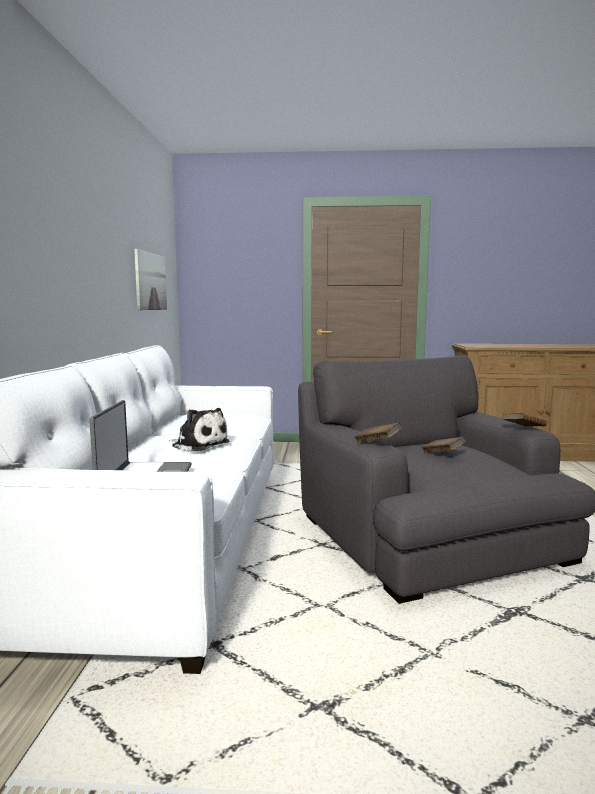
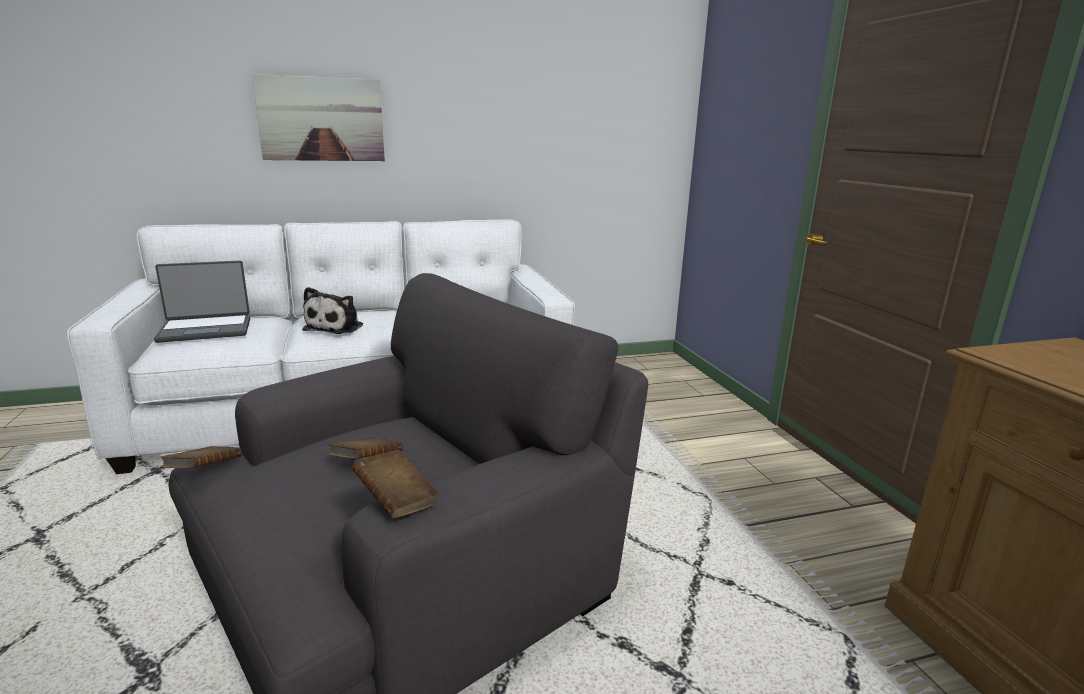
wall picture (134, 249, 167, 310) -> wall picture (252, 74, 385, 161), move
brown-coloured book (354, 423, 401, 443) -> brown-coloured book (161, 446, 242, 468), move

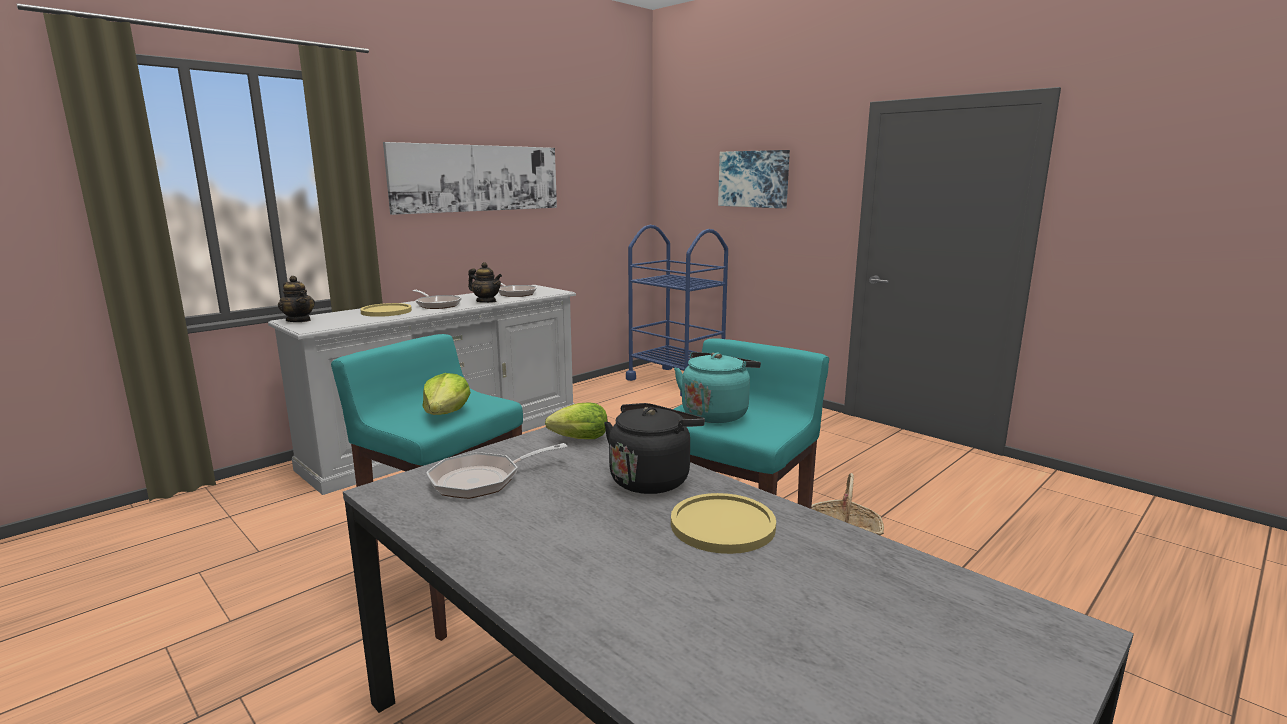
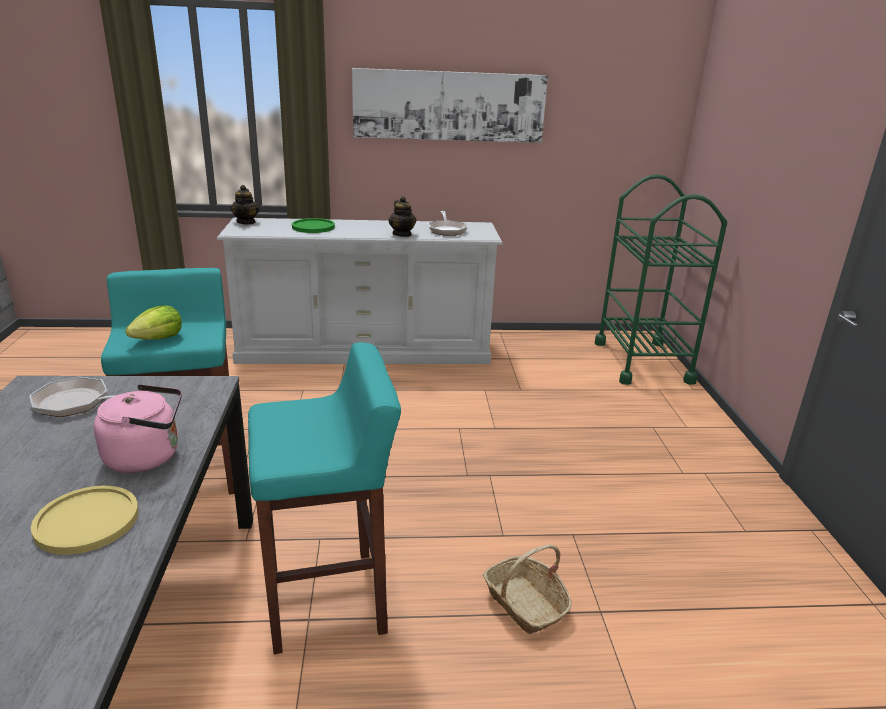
wall picture (718, 150, 790, 208) -> none
blue-coloured cart (626, 225, 728, 396) -> green-coloured cart (594, 174, 727, 385)
frying pan (412, 290, 462, 309) -> none
yellow flat dish (360, 303, 412, 317) -> green-coloured flat dish (292, 218, 335, 233)
turquoise kettle (674, 352, 761, 423) -> none
lettuce (545, 402, 607, 439) -> none
black kettle (604, 403, 705, 494) -> pink-coloured kettle (93, 384, 182, 473)

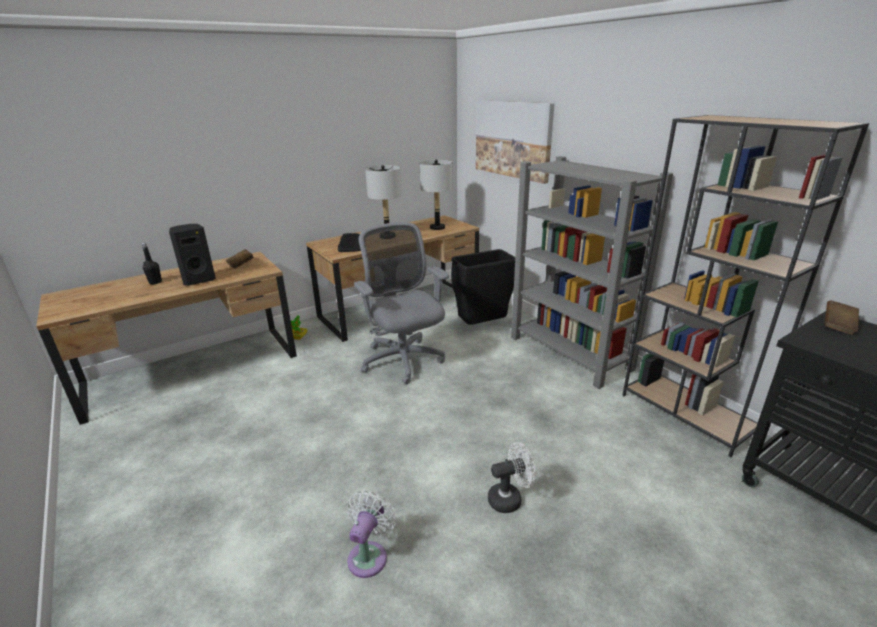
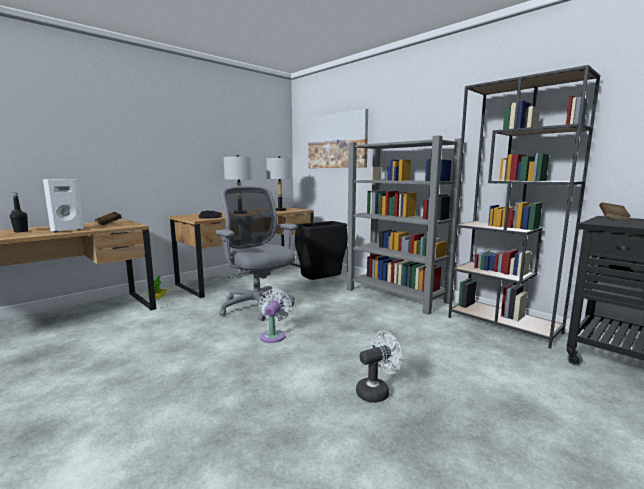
black speaker (169, 224, 216, 286) -> whitish speaker (43, 179, 84, 232)
whitish electric fan (347, 491, 396, 578) -> whitish electric fan (259, 289, 292, 343), move

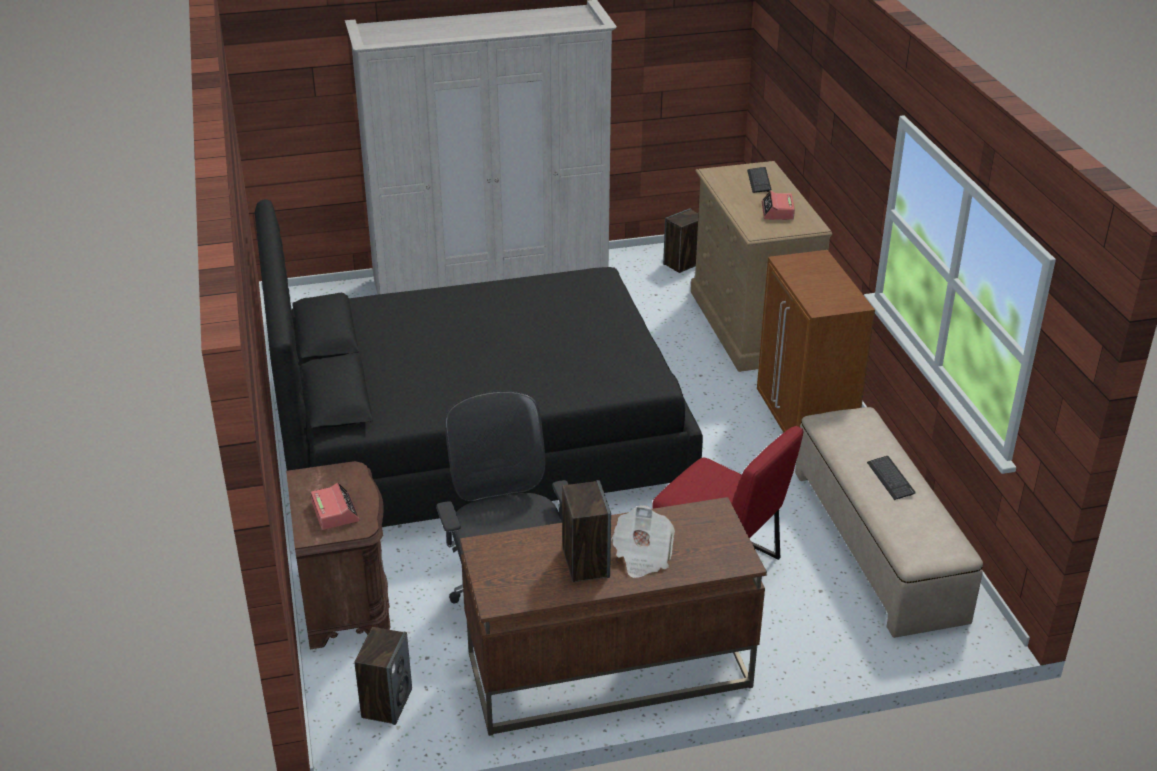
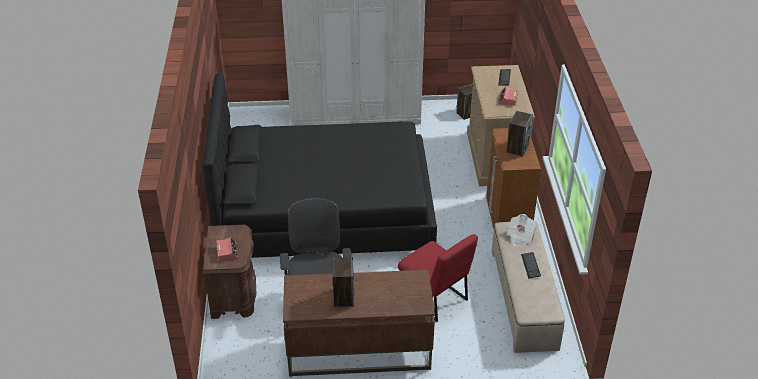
newspaper (611, 505, 675, 578) -> newspaper (507, 214, 537, 246), move
speaker (354, 627, 412, 725) -> speaker (506, 111, 533, 157), move

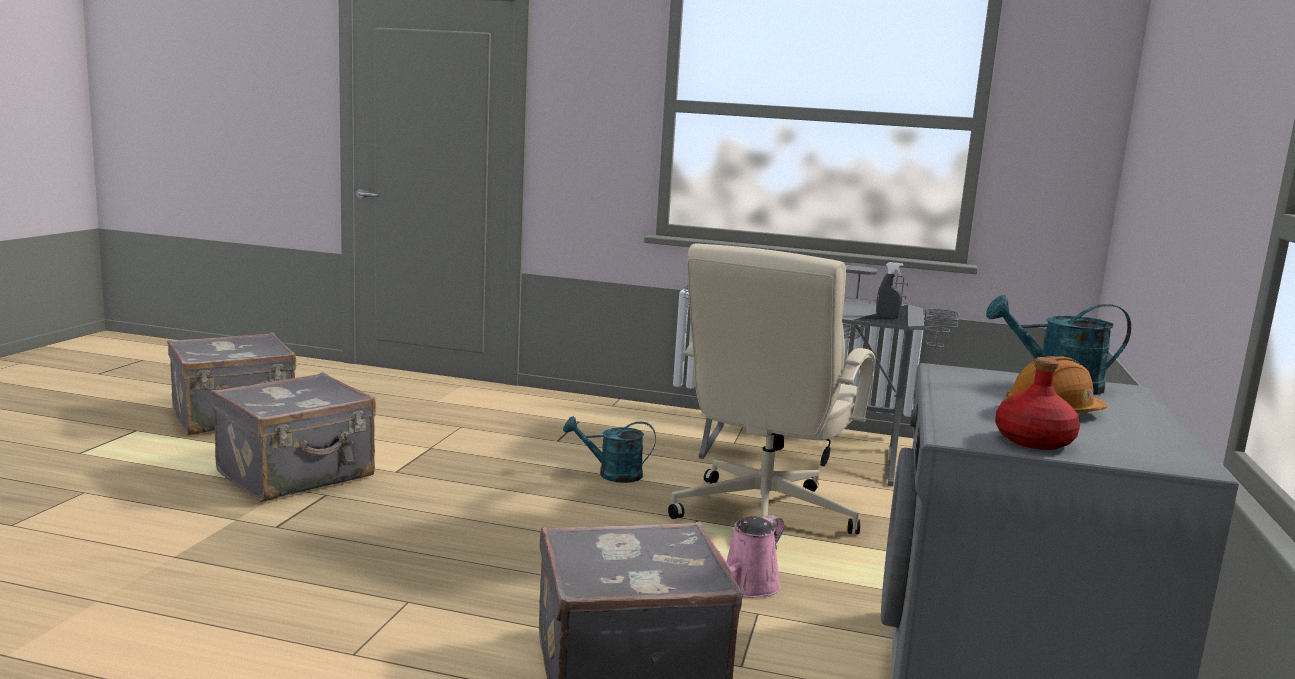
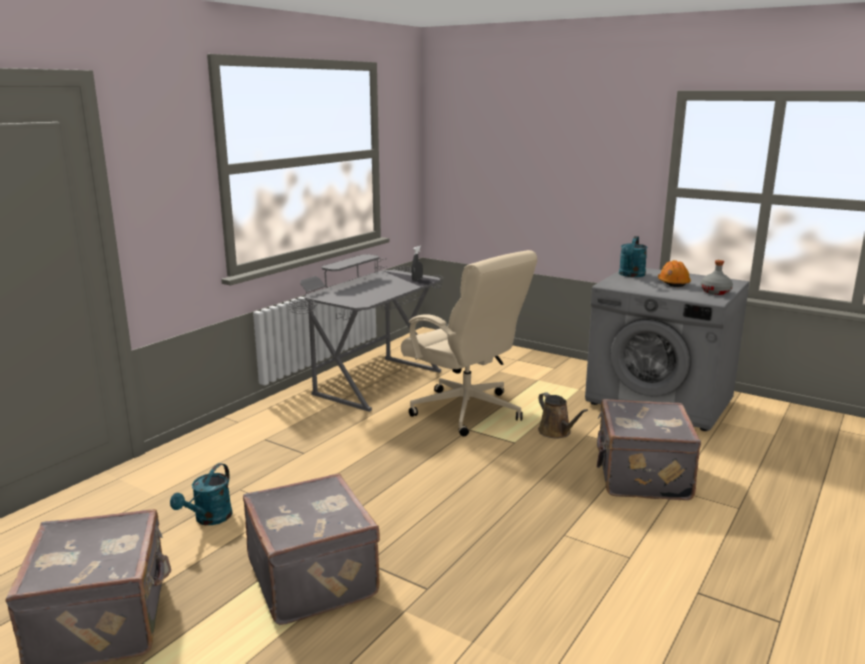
red-coloured beverage bottle (995, 357, 1080, 450) -> grey beverage bottle (701, 260, 733, 295)
turquoise watering pot (563, 416, 656, 483) -> turquoise watering pot (170, 463, 233, 525), move
pink-coloured watering pot (710, 515, 784, 598) -> brown-coloured watering pot (538, 392, 588, 438)

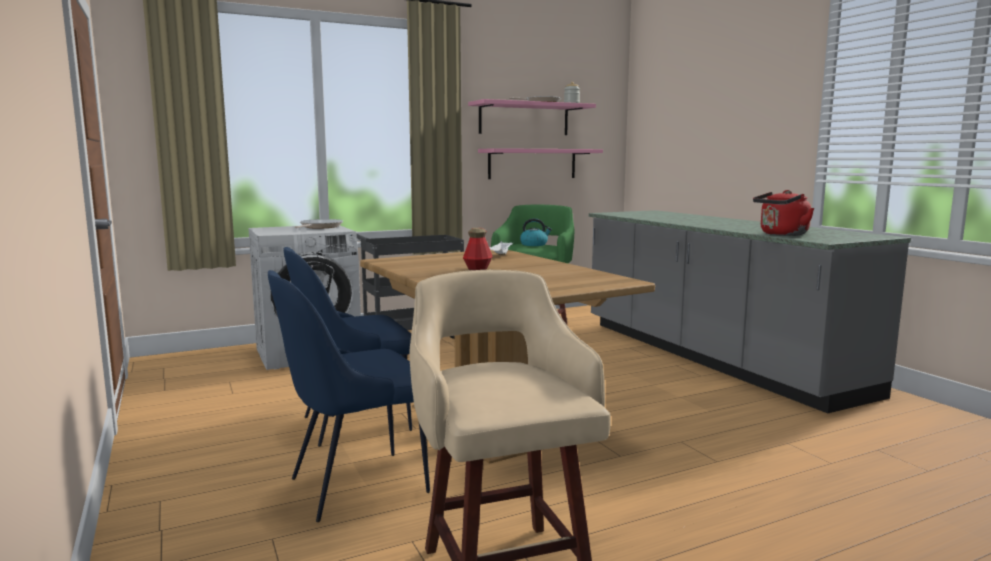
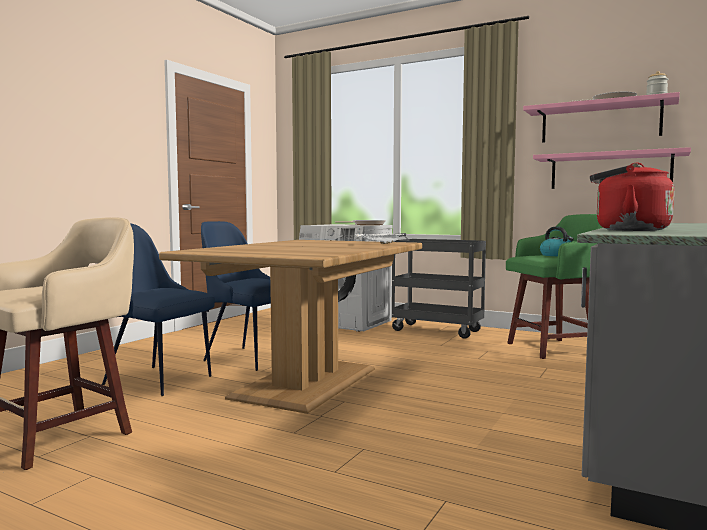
beverage bottle (463, 228, 493, 270) -> none

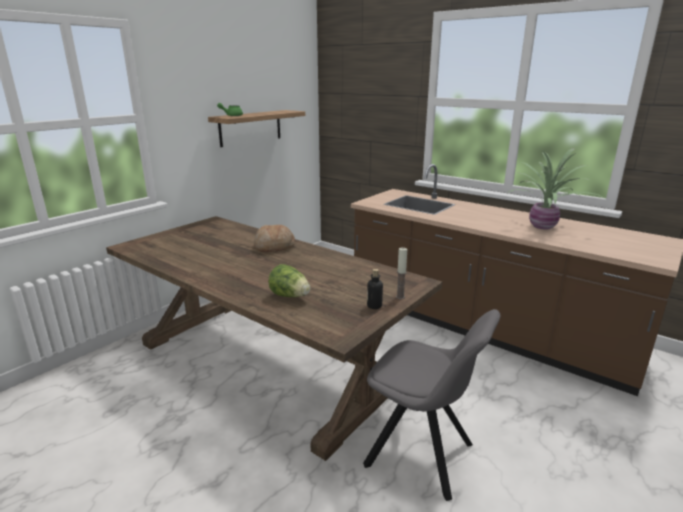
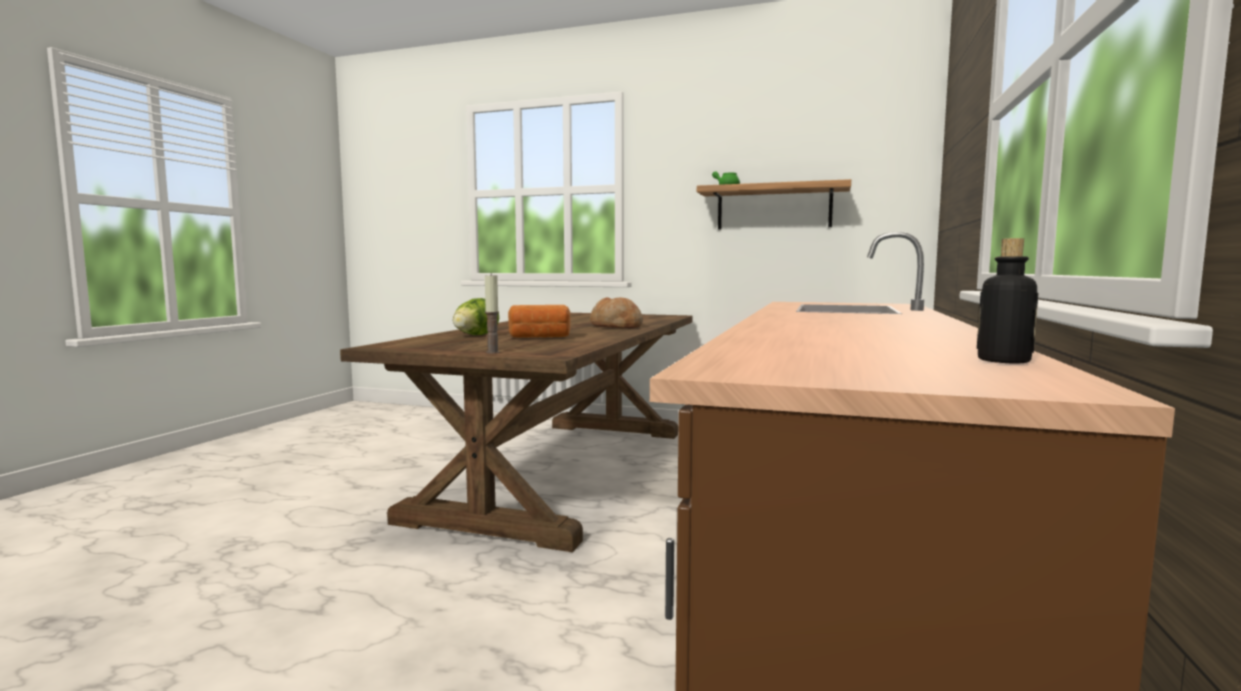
potted plant (507, 149, 607, 230) -> none
beverage bottle (367, 269, 383, 309) -> beverage bottle (977, 238, 1039, 364), move
grey plain chair (363, 309, 501, 501) -> none
none -> bread (508, 305, 571, 338)

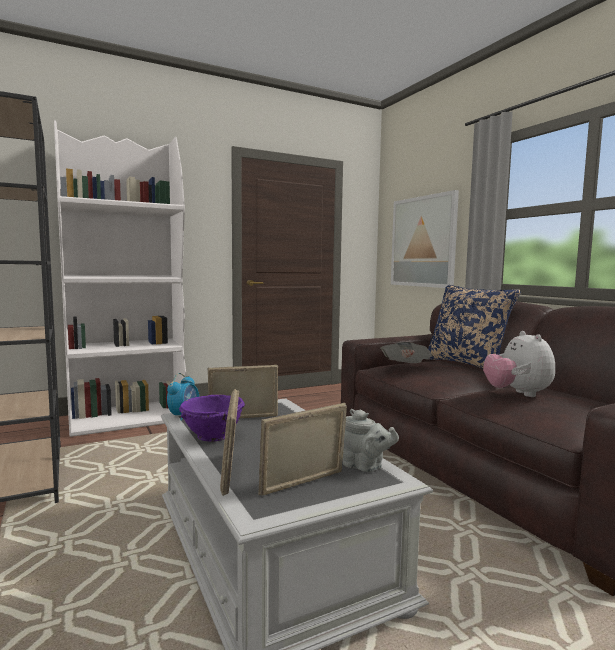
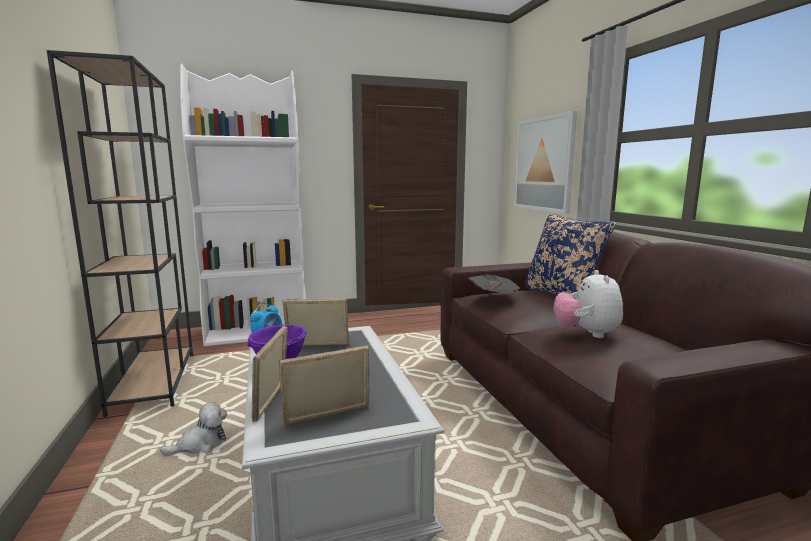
grey tea pot (343, 409, 399, 472) -> none
none -> soft toy (160, 402, 227, 456)

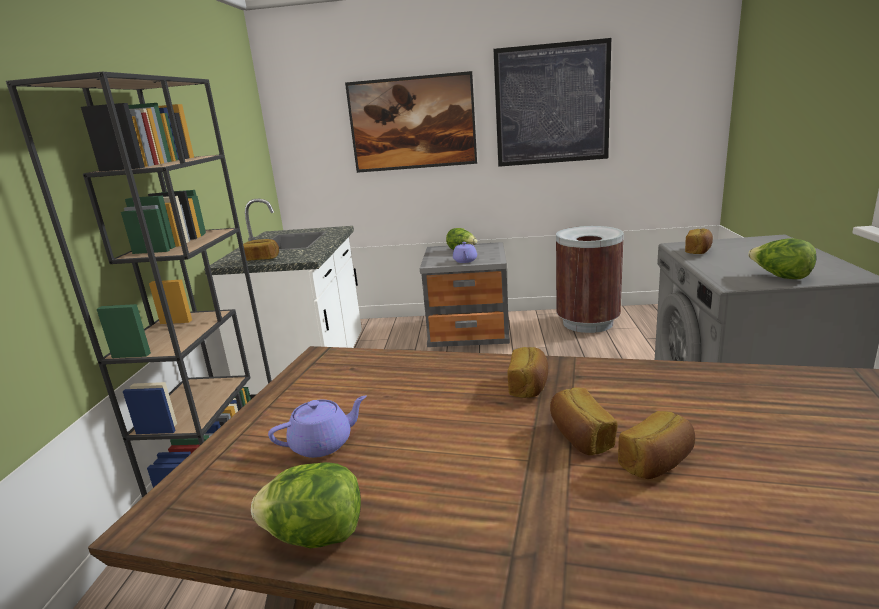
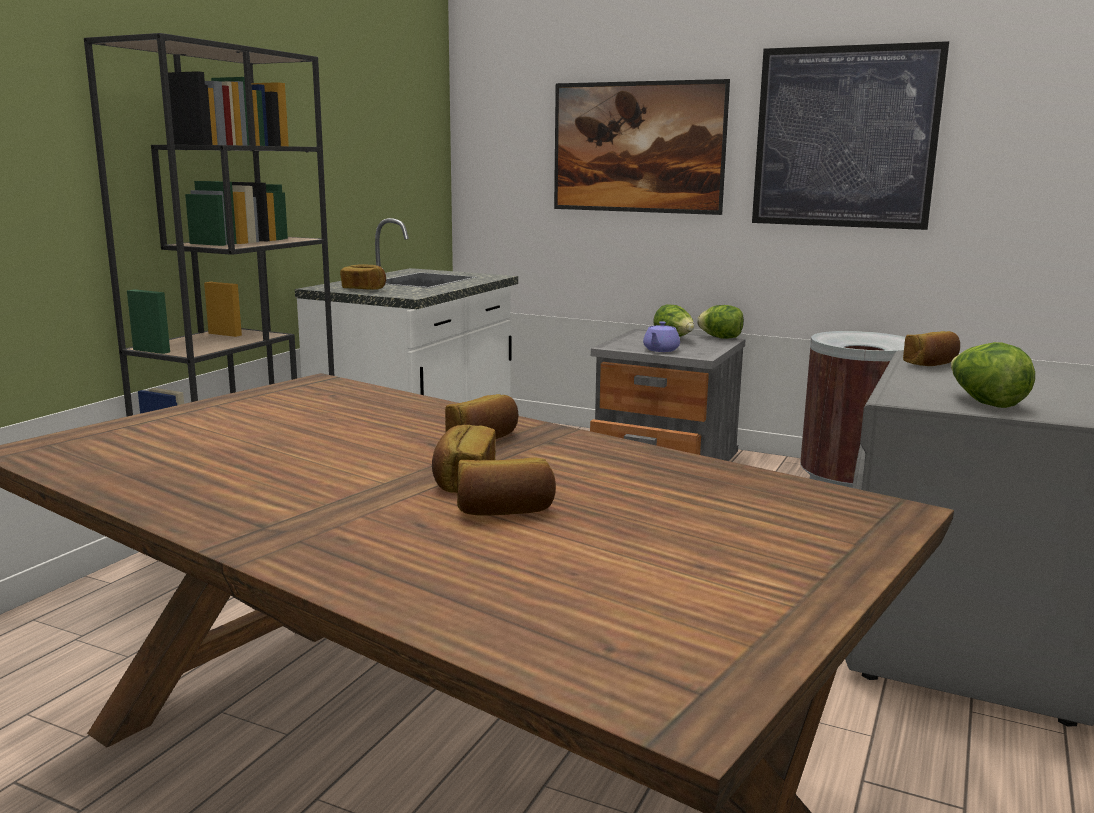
purple tea pot (268, 396, 367, 458) -> none
lettuce (251, 462, 361, 549) -> lettuce (697, 305, 744, 339), move

